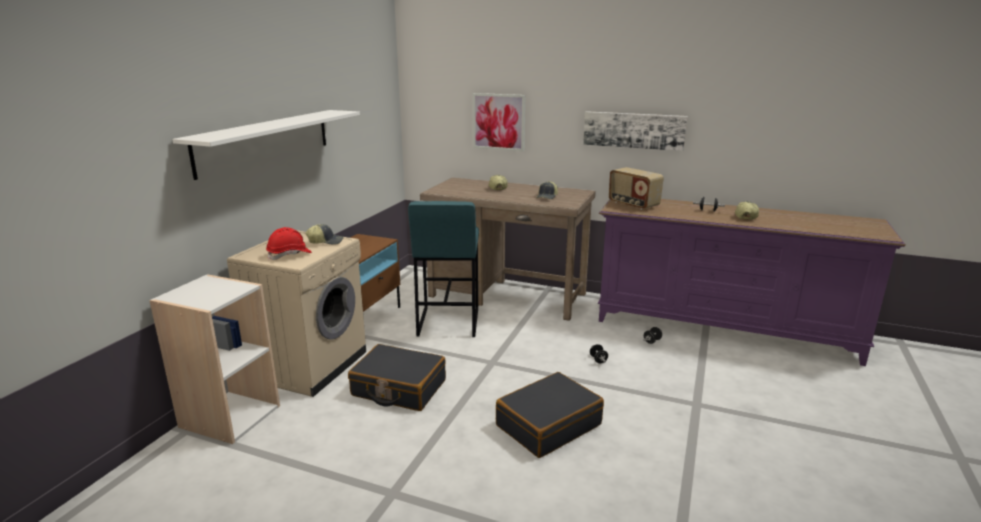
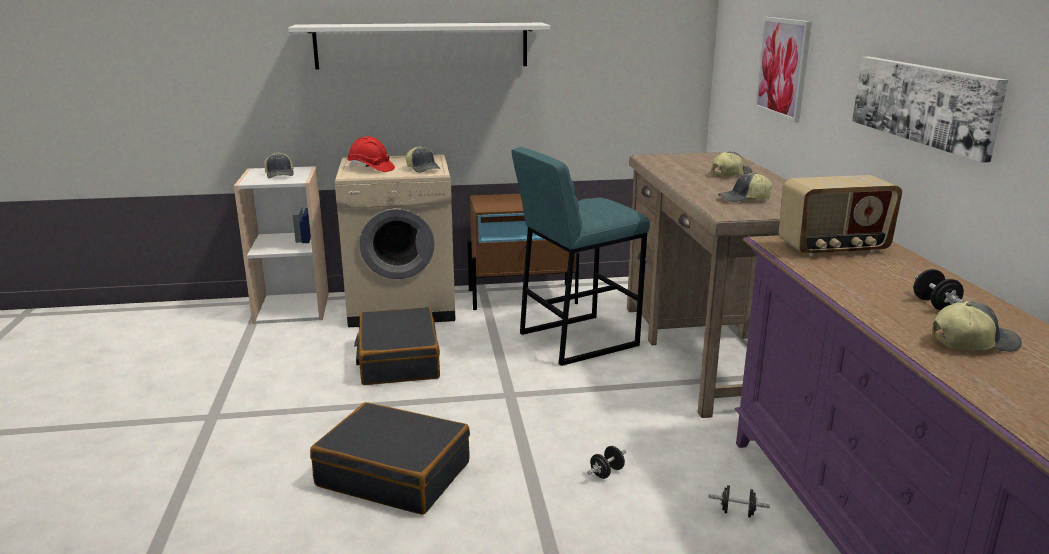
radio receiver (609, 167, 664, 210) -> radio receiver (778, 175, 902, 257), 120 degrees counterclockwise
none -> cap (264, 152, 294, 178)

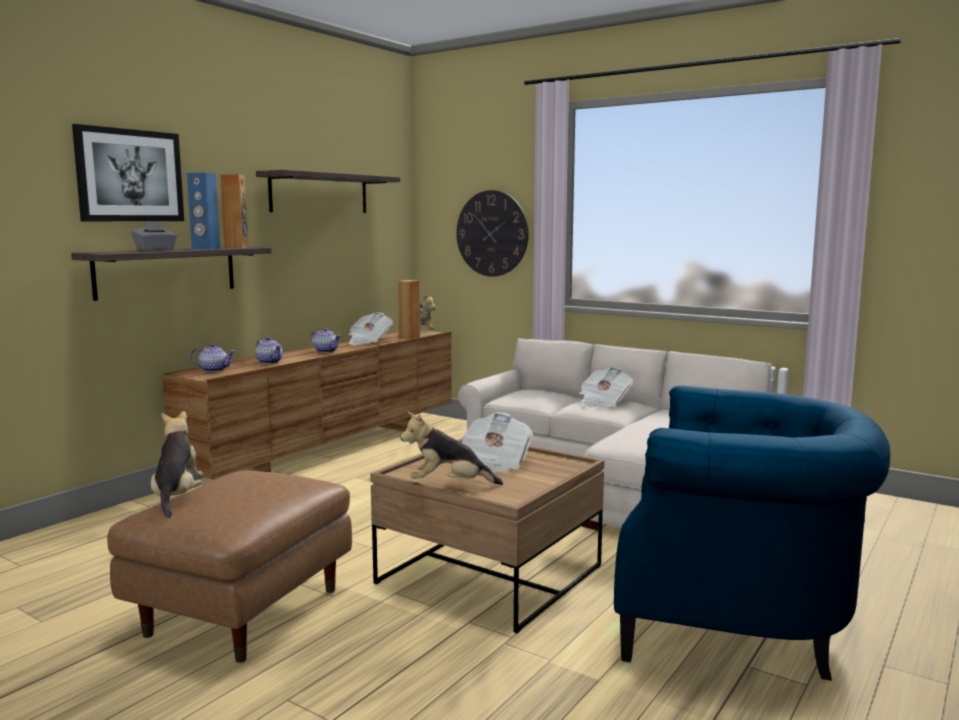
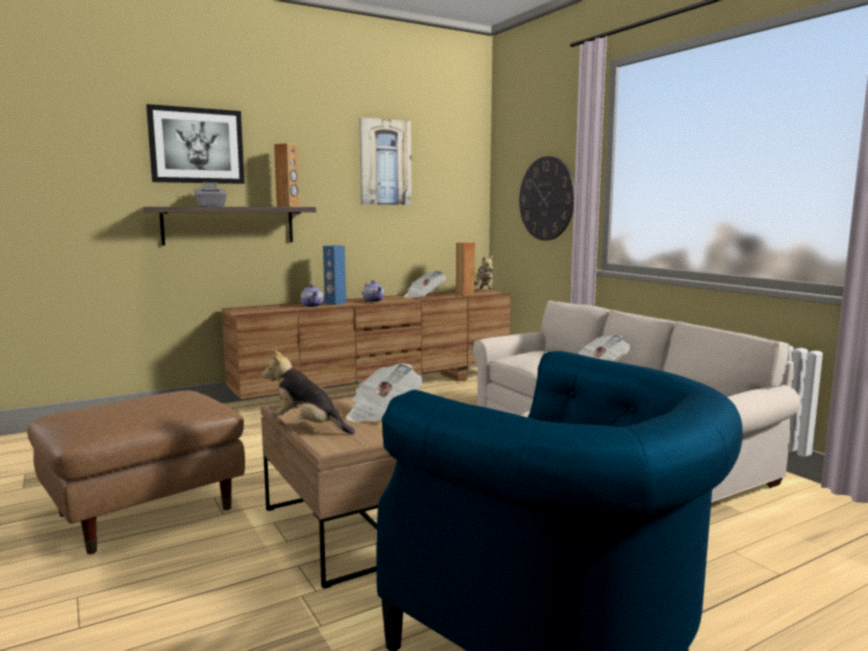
wall shelf (256, 170, 400, 213) -> wall picture (359, 117, 412, 205)
blue-coloured speaker (187, 173, 221, 249) -> blue-coloured speaker (323, 245, 346, 305), move
tea pot (190, 344, 235, 372) -> none
soft toy (151, 411, 203, 518) -> none

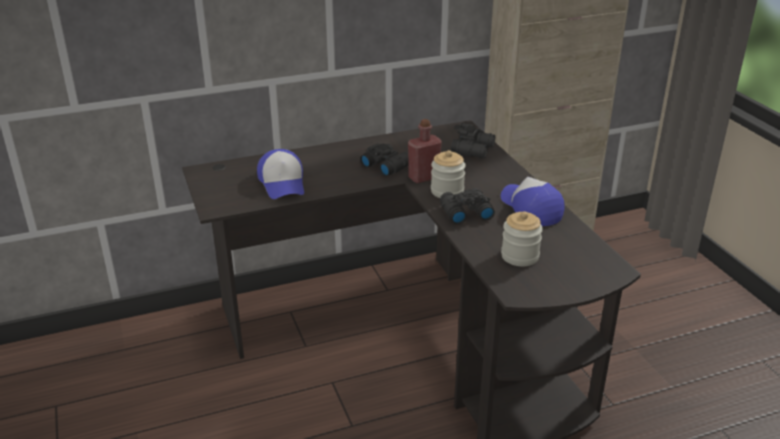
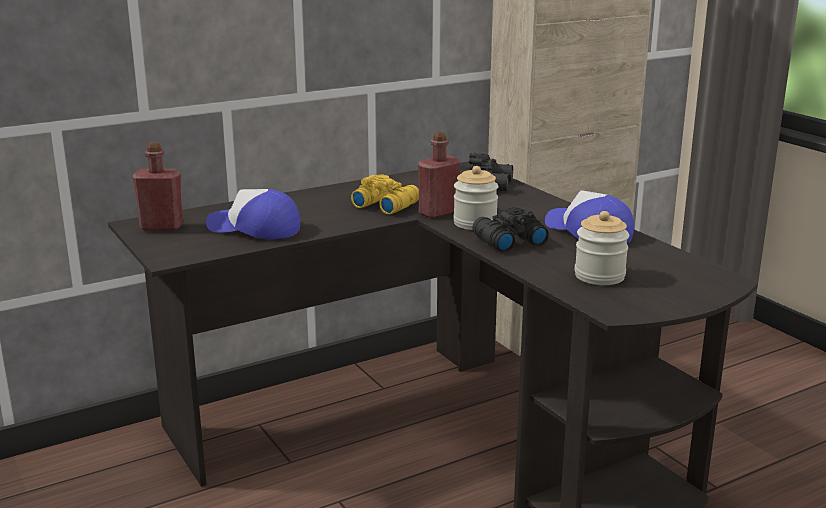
black binoculars (360, 143, 408, 176) -> yellow binoculars (351, 175, 419, 214)
cap (257, 149, 304, 199) -> cap (206, 189, 300, 239), 135 degrees clockwise
none -> red-coloured beverage bottle (132, 142, 183, 230)

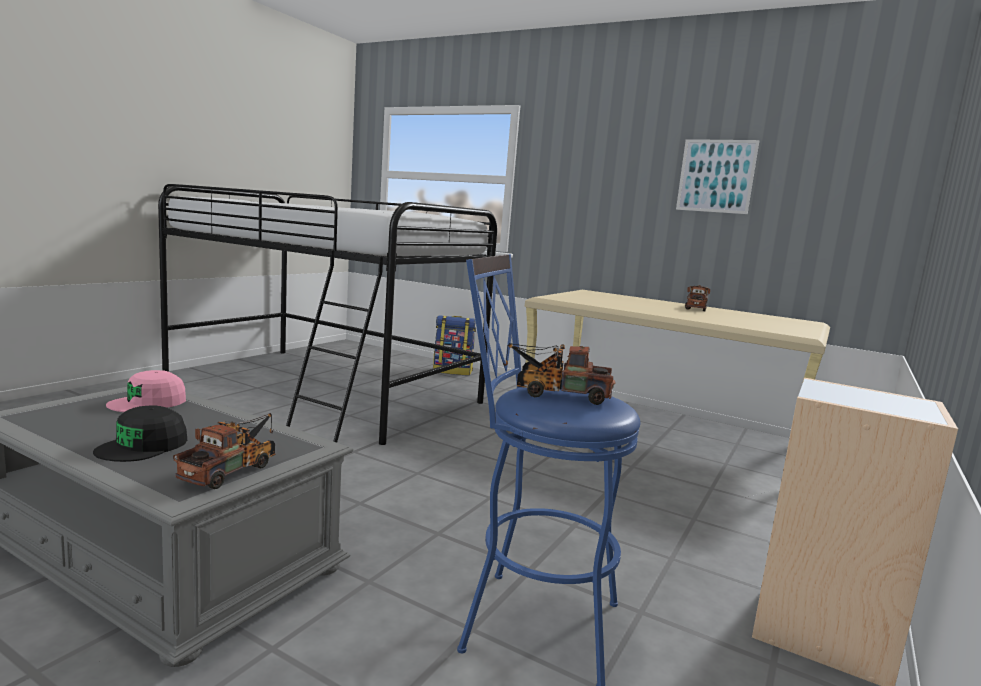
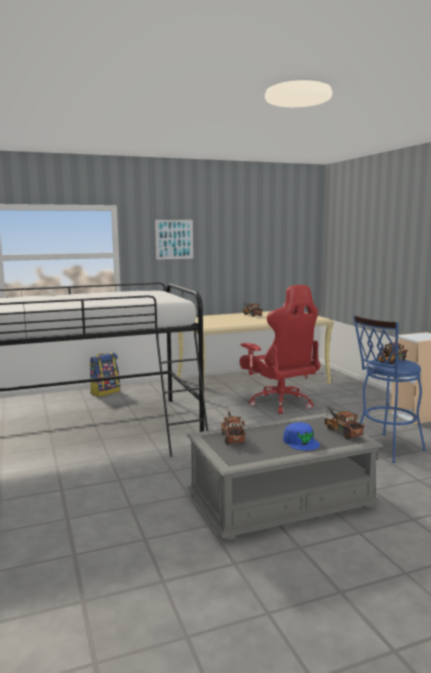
wall picture (676, 139, 760, 214) -> wall picture (155, 220, 193, 260), move
pink-coloured cap (106, 370, 186, 412) -> toy truck (221, 410, 246, 445)
black cap (93, 405, 187, 462) -> blue-coloured cap (283, 422, 320, 451)
none -> red-coloured computer chair (239, 285, 320, 414)

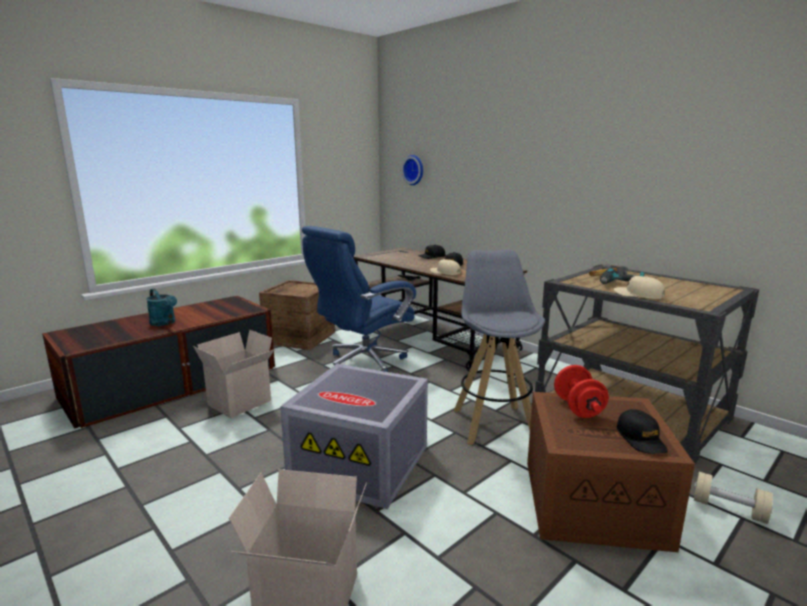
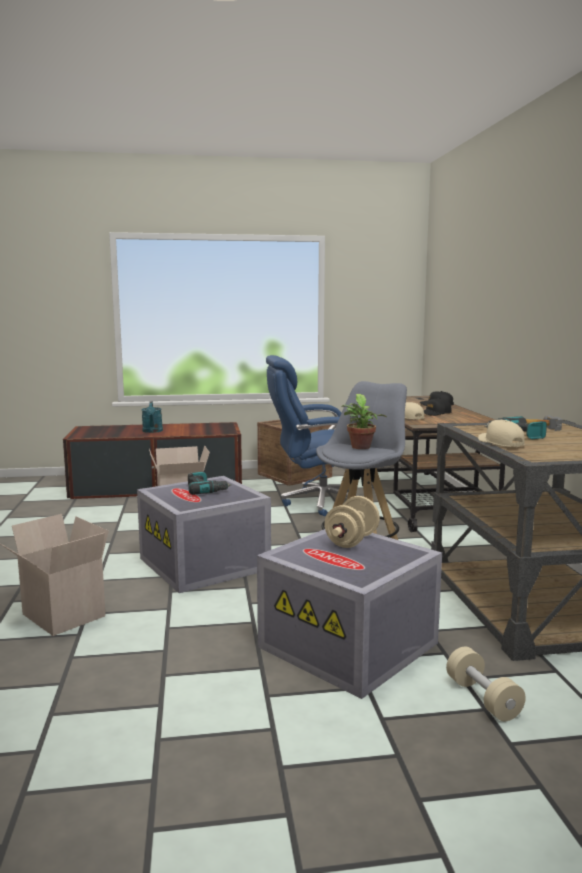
clock on the wall (402, 155, 423, 185) -> none
red-coloured hand weight (554, 365, 609, 418) -> beige-coloured hand weight (324, 496, 380, 548)
brown-coloured storage box (527, 392, 695, 552) -> grey storage box (257, 529, 442, 699)
black cap (617, 409, 668, 454) -> none
none -> potted plant (342, 394, 387, 449)
none -> electric drill (188, 472, 232, 495)

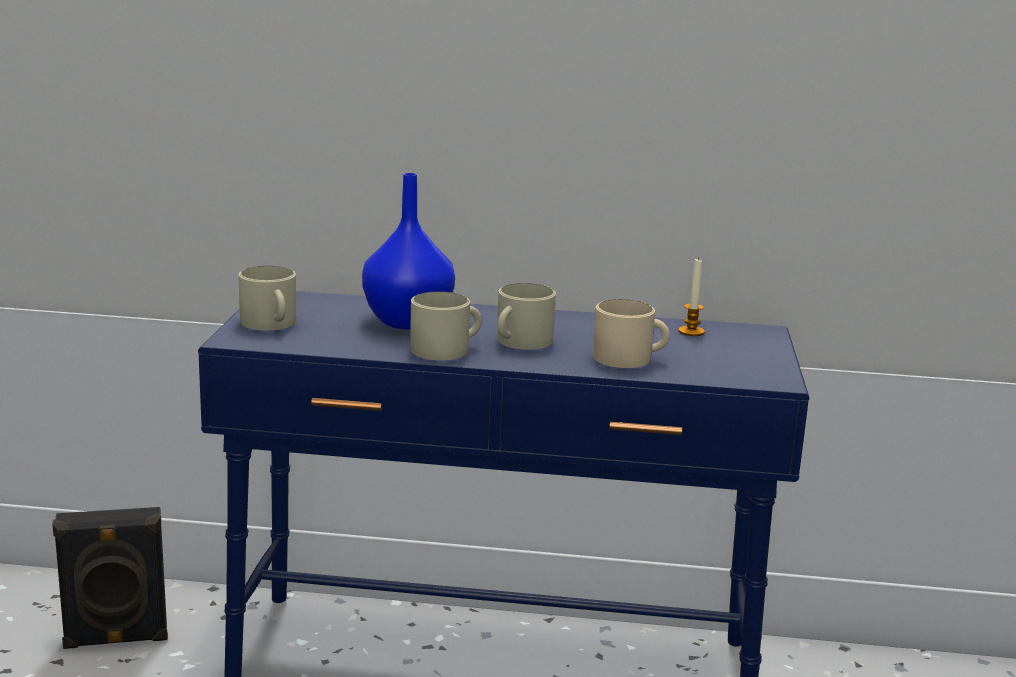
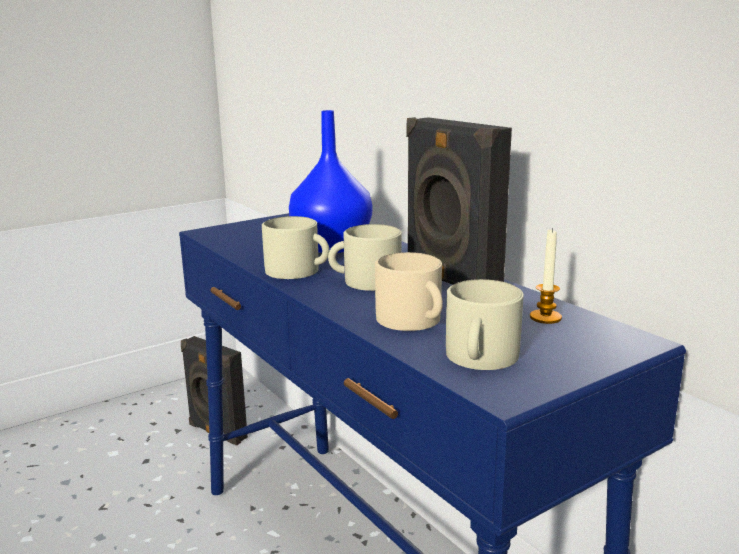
beige-coloured coffee mug (238, 266, 296, 331) -> beige-coloured coffee mug (446, 279, 524, 370), move
none -> black speaker (406, 117, 512, 285)

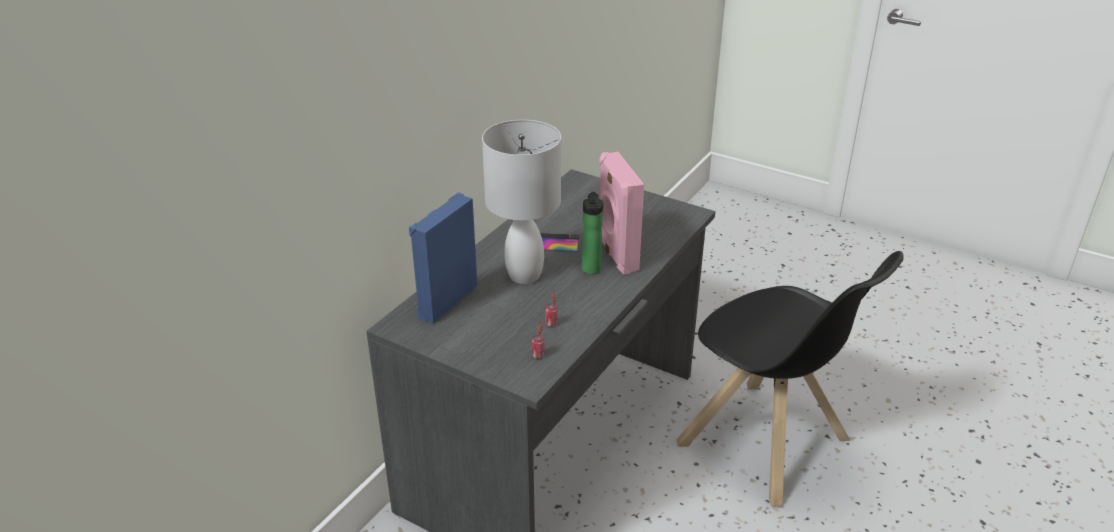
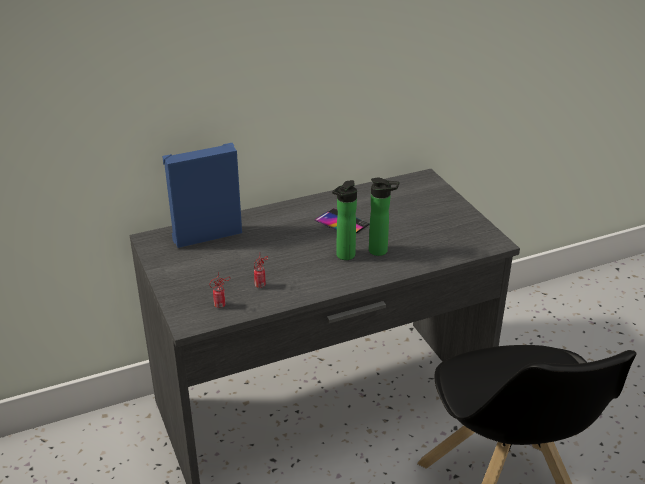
whitish lamp for a table (482, 120, 561, 284) -> none
pink-coloured speaker (599, 152, 644, 274) -> beverage bottle (369, 178, 399, 256)

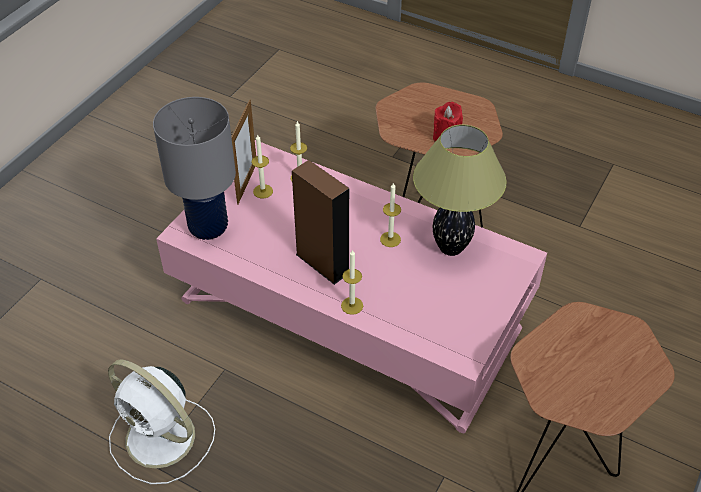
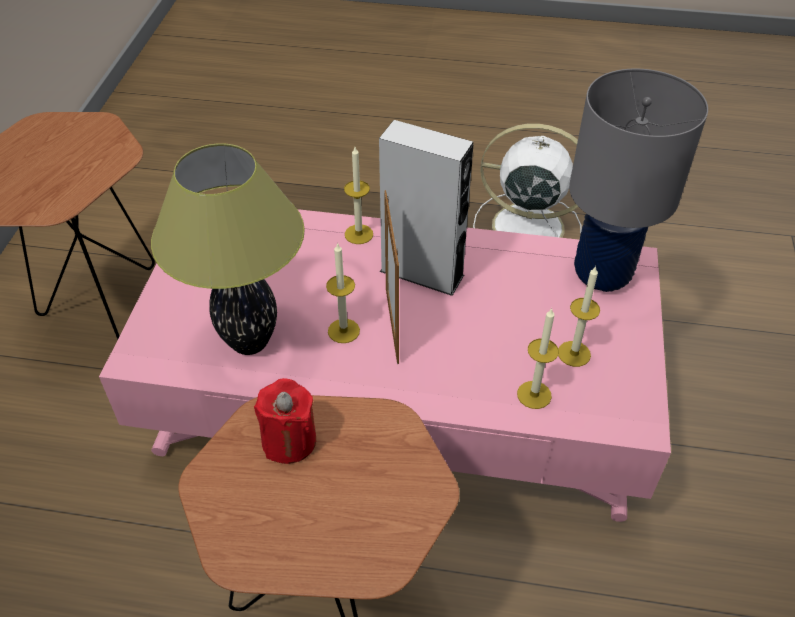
photo frame (231, 99, 256, 205) -> photo frame (384, 190, 399, 364), move
brown-coloured speaker (292, 160, 349, 285) -> grey speaker (379, 120, 473, 296)

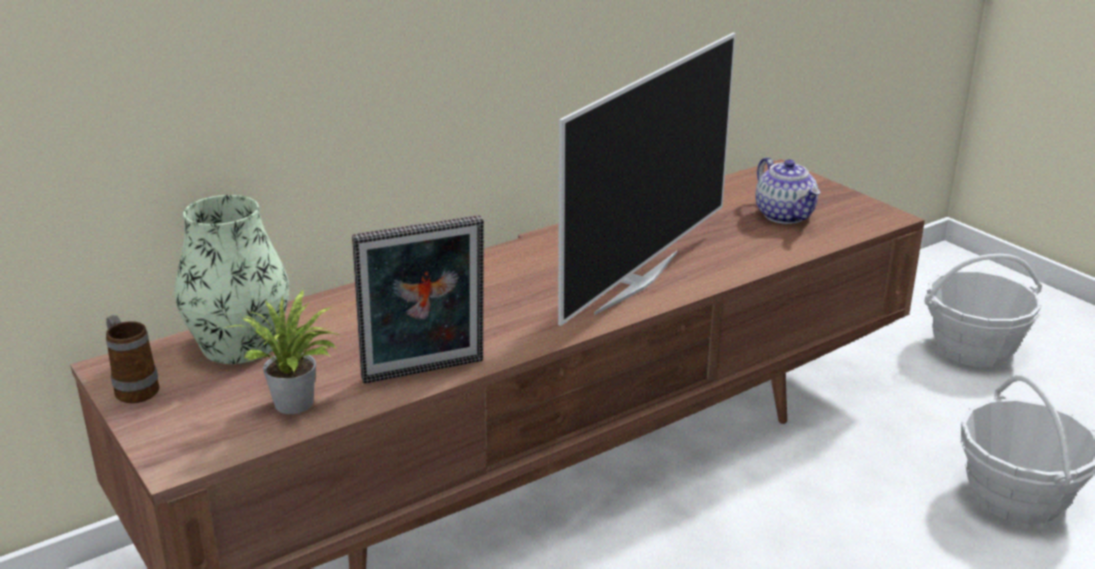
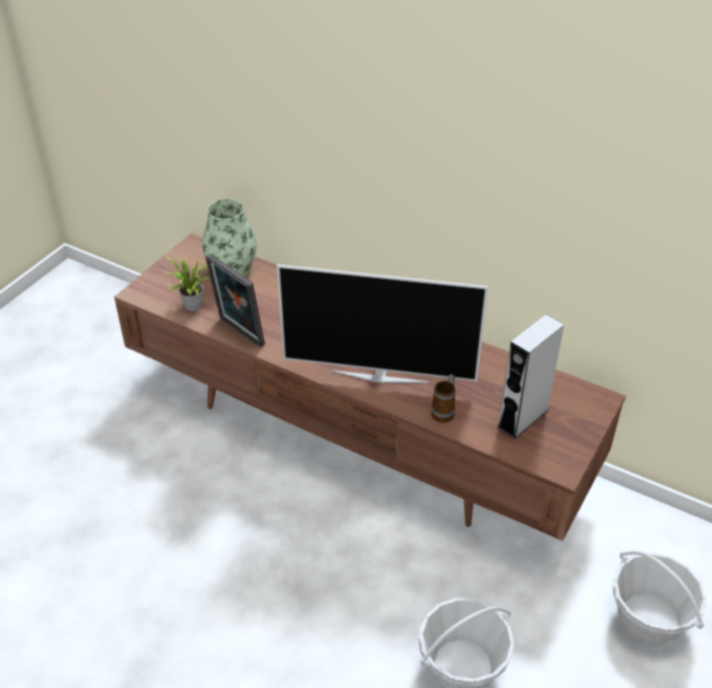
tea pot (755, 157, 820, 224) -> grey speaker (497, 314, 564, 439)
coffee mug (106, 315, 159, 403) -> coffee mug (431, 374, 456, 423), move

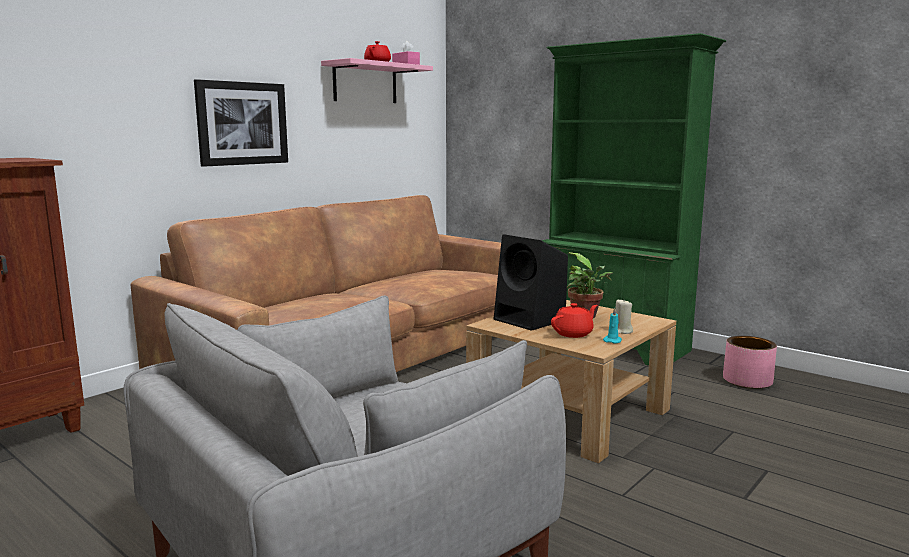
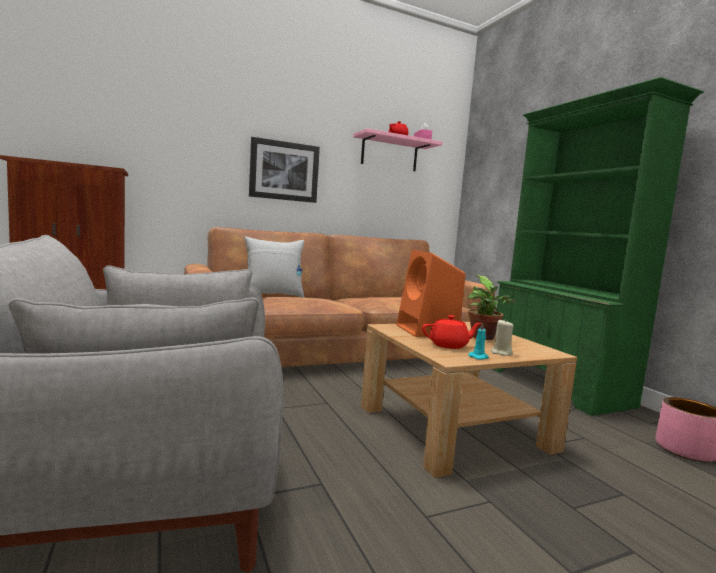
black speaker (494, 234, 568, 331) -> orangey speaker (396, 250, 466, 337)
none -> grey throw pillow (244, 236, 304, 298)

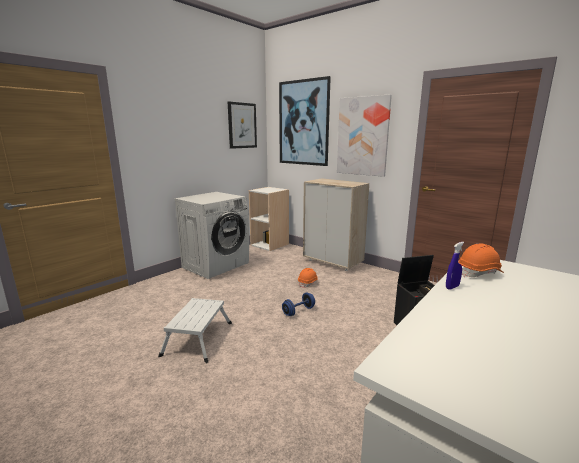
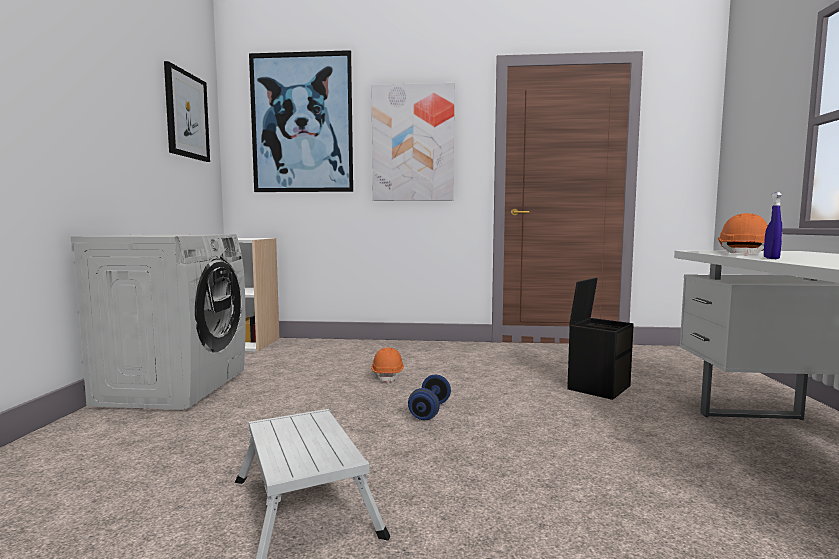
beige-coloured cabinet (303, 178, 370, 271) -> none

